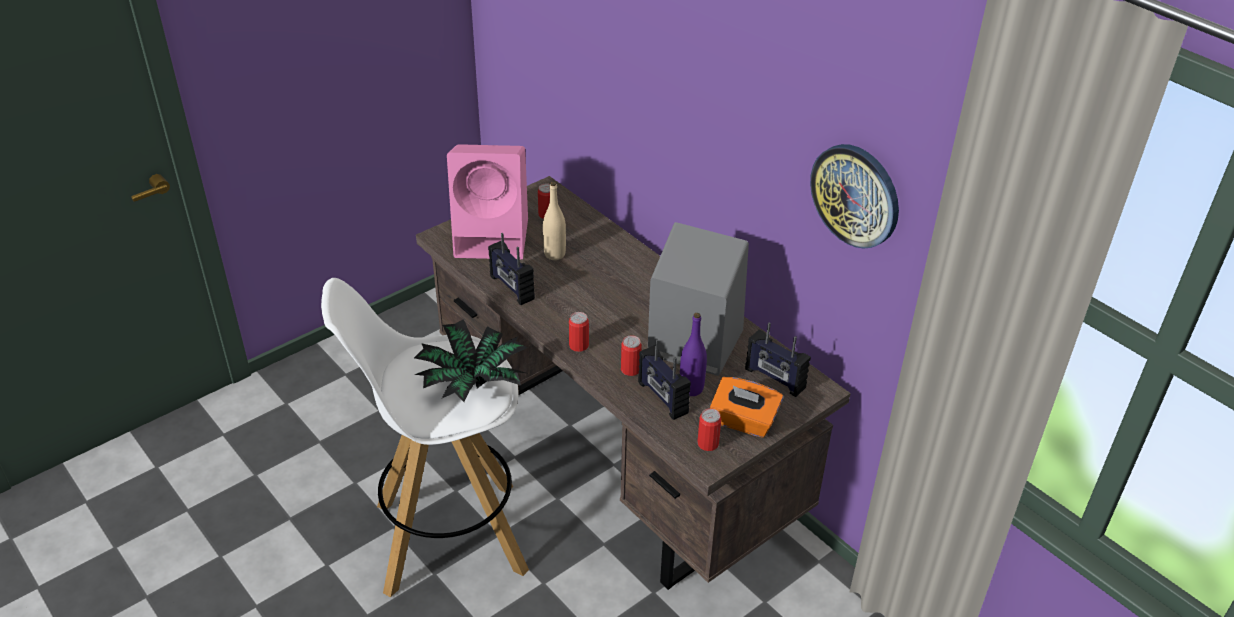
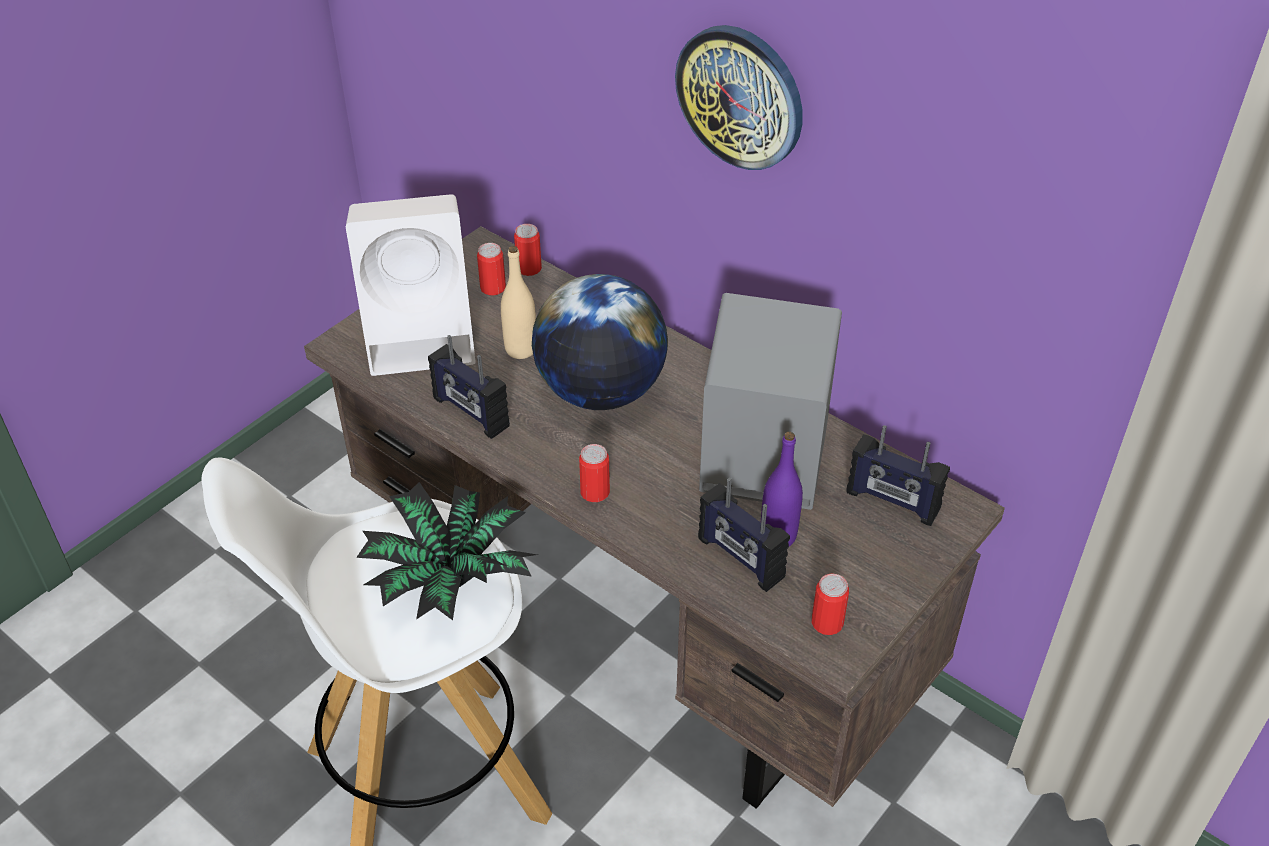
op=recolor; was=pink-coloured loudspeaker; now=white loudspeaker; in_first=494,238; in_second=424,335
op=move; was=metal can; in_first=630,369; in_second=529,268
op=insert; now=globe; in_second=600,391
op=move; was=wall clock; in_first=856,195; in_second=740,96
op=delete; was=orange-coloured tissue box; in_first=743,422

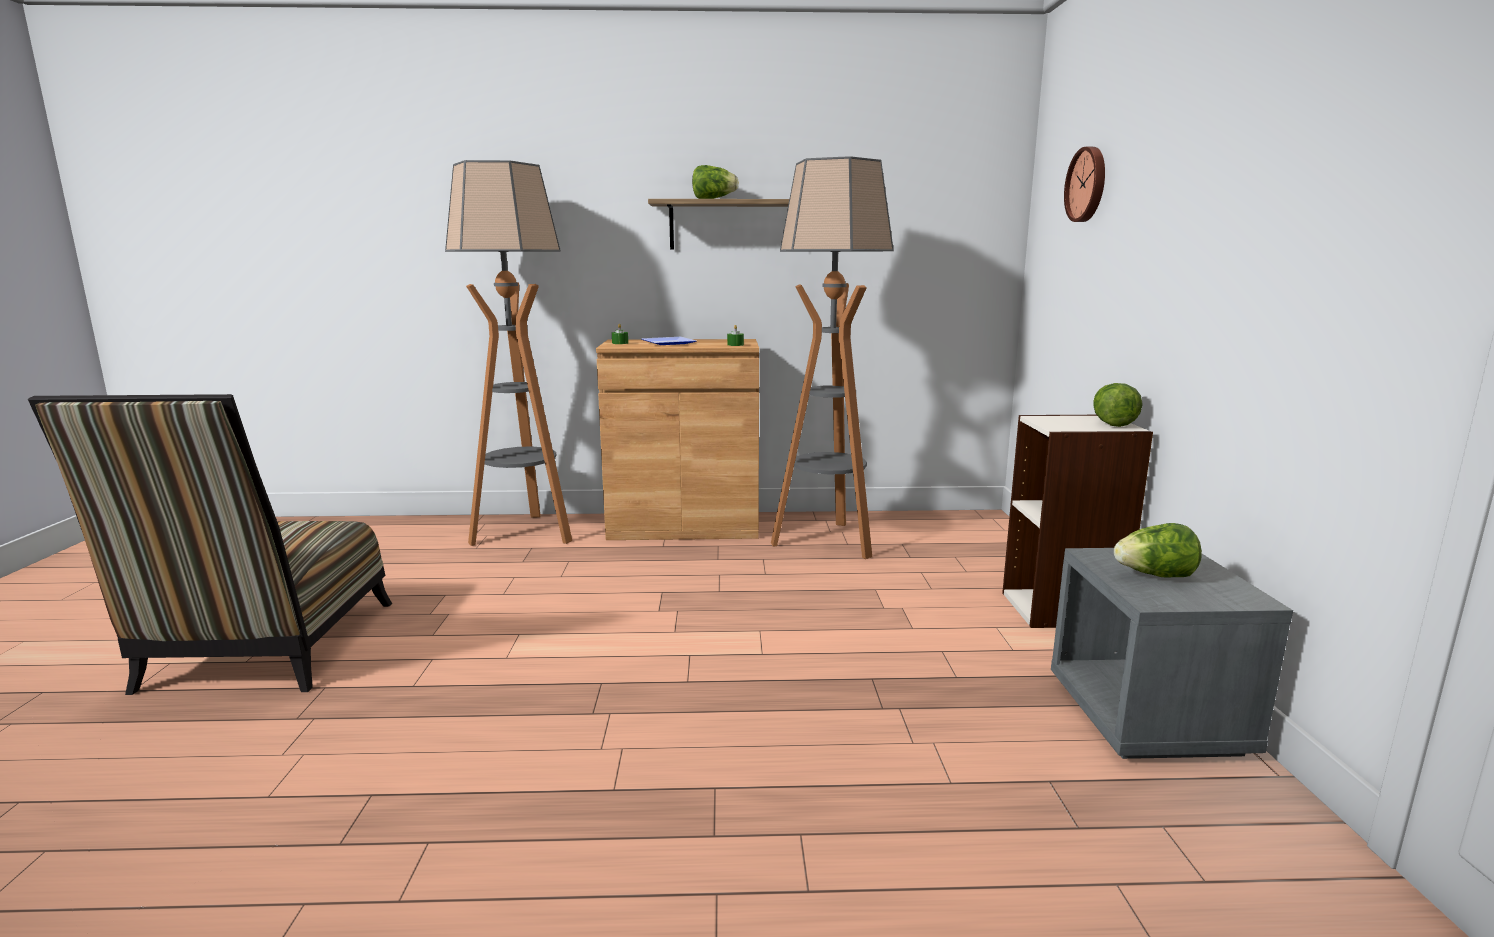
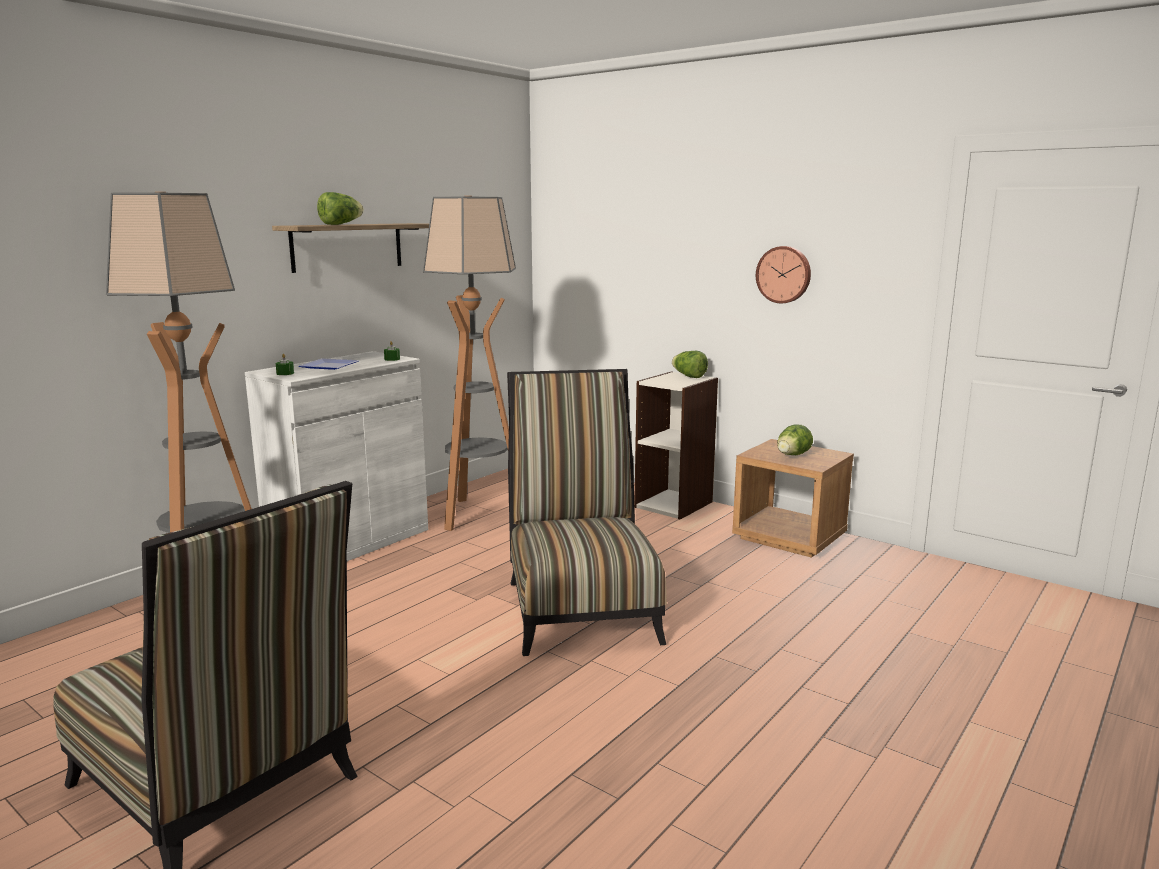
op=recolor; was=brownish cupboard; now=white cupboard; in_first=684,526; in_second=349,542
op=insert; now=plain chair; in_second=580,605
op=recolor; was=gray night table; now=brownish night table; in_first=1148,718; in_second=790,537
op=move; was=wall clock; in_first=1088,184; in_second=784,274

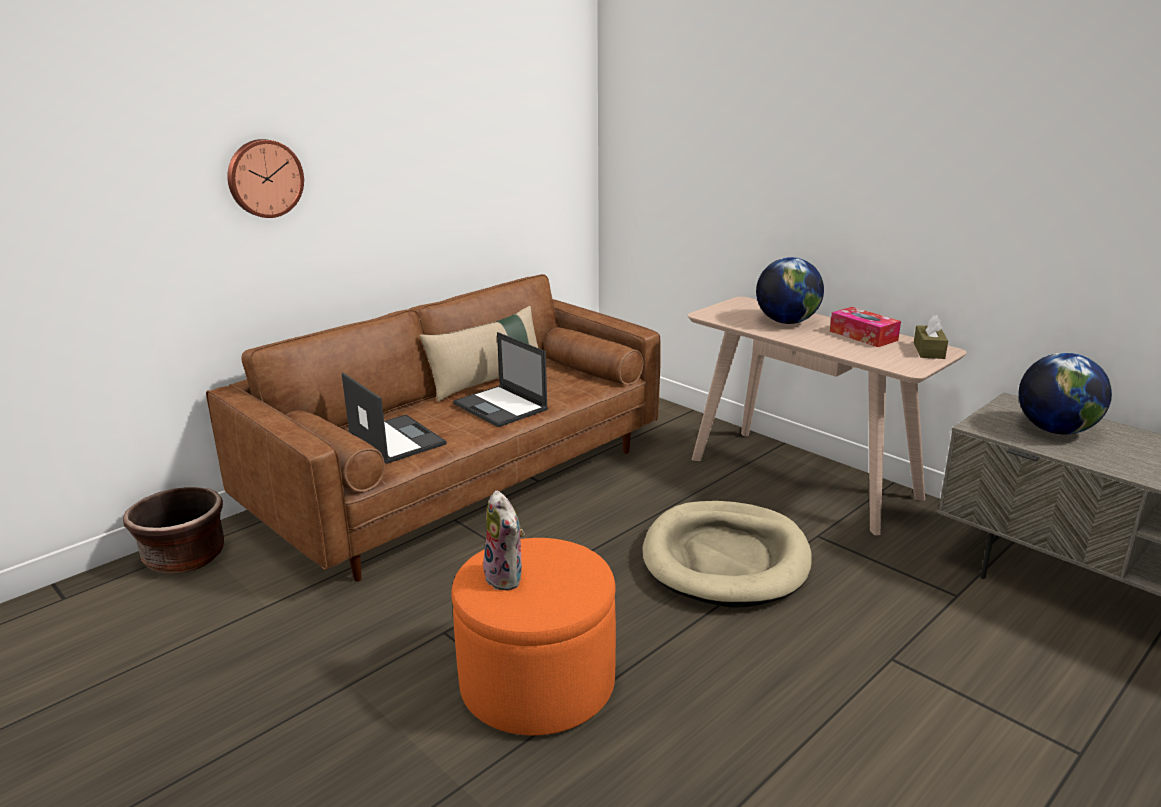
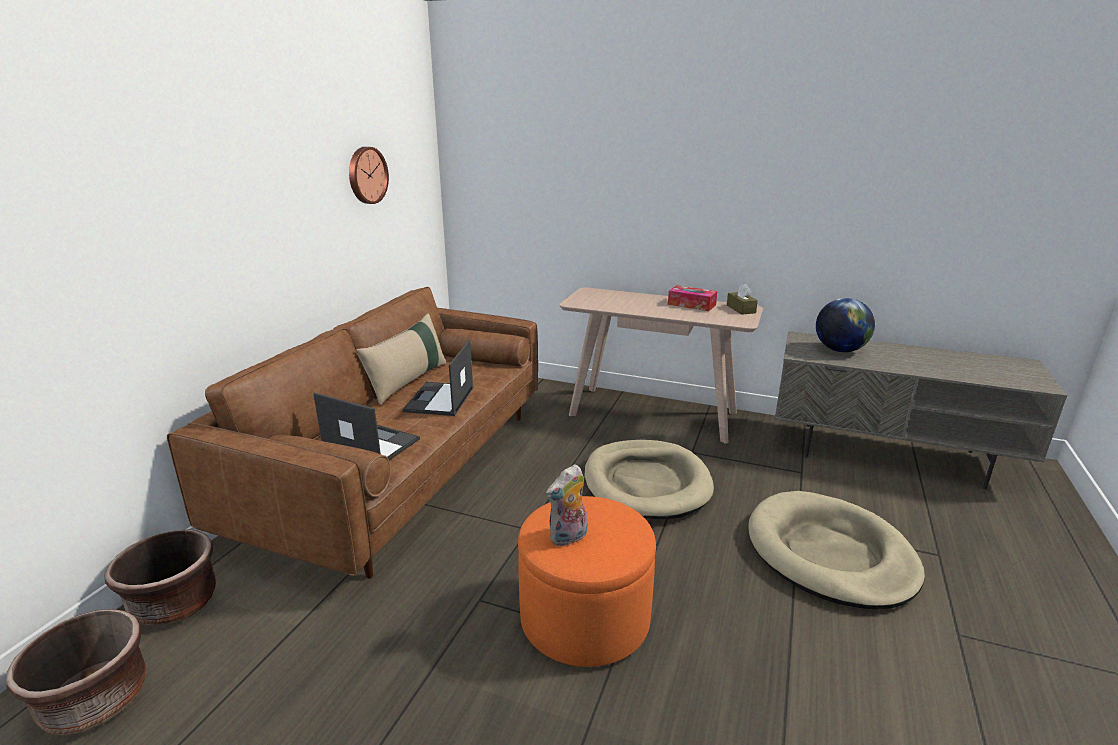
op=insert; now=brownish plant pot; in_second=96,701
op=move; was=wall clock; in_first=264,178; in_second=366,175
op=rotate; was=laptop; in_first=501,407; in_second=439,400; clockwise=75
op=rotate; was=soft toy; in_first=507,578; in_second=568,538; clockwise=105
op=insert; now=beige-coloured dog bed; in_second=829,554
op=delete; was=globe; in_first=787,322

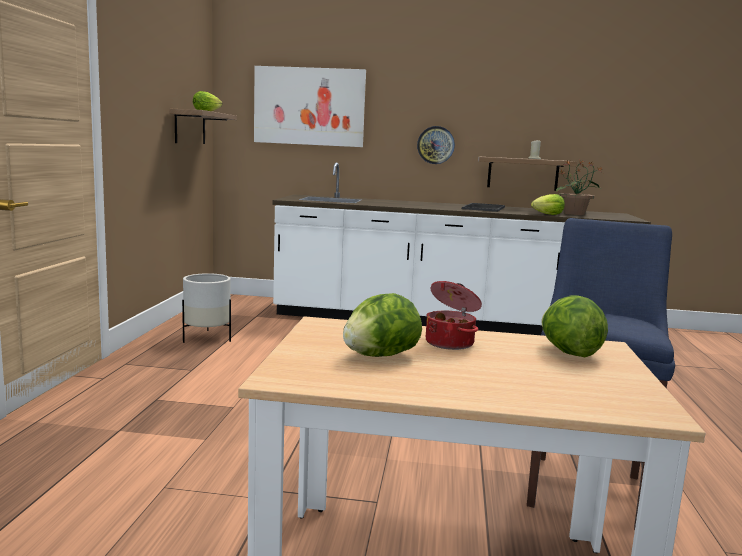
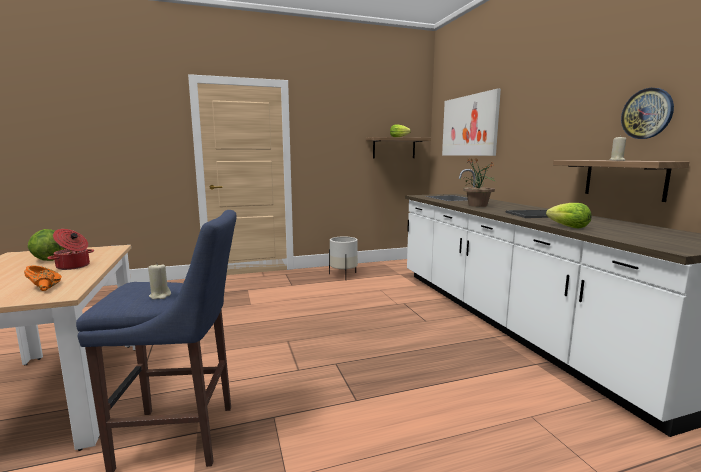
op=replace; was=head of lettuce; now=orange-coloured deep dish; in_first=569,352; in_second=46,287
op=insert; now=beige-coloured candle; in_second=160,296
op=move; was=potted plant; in_first=574,214; in_second=477,205
op=move; was=wall clock; in_first=435,145; in_second=647,113

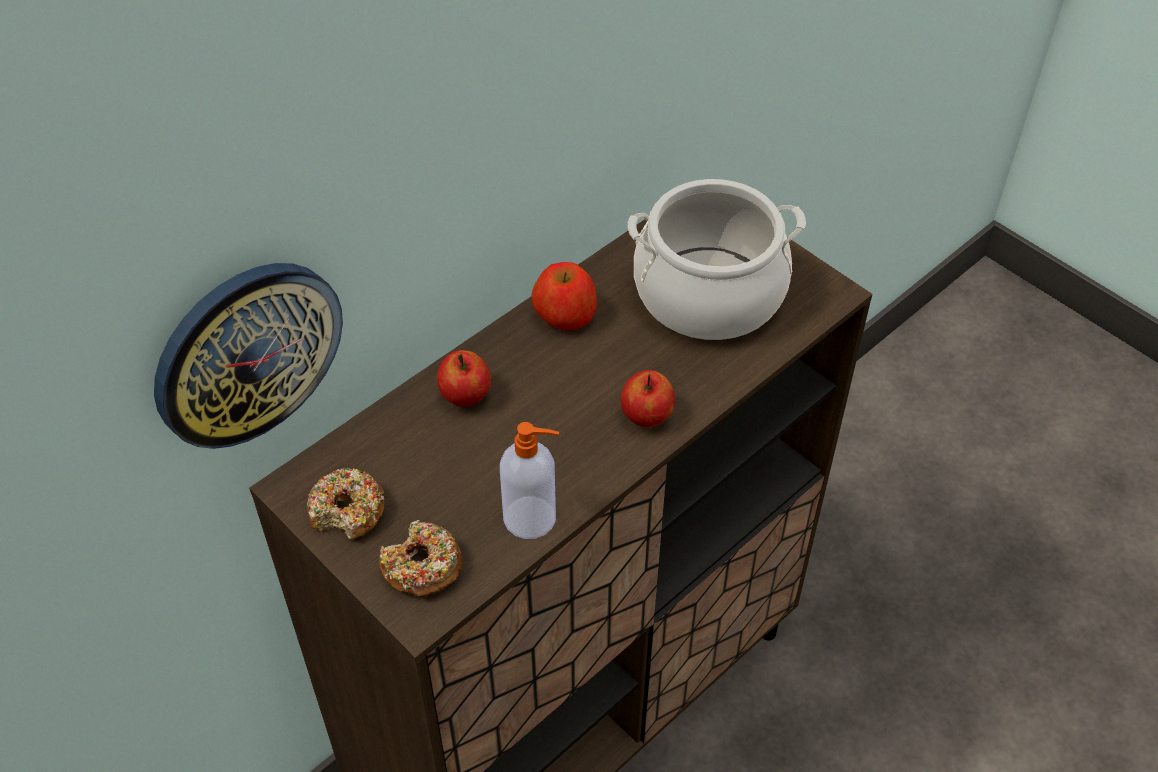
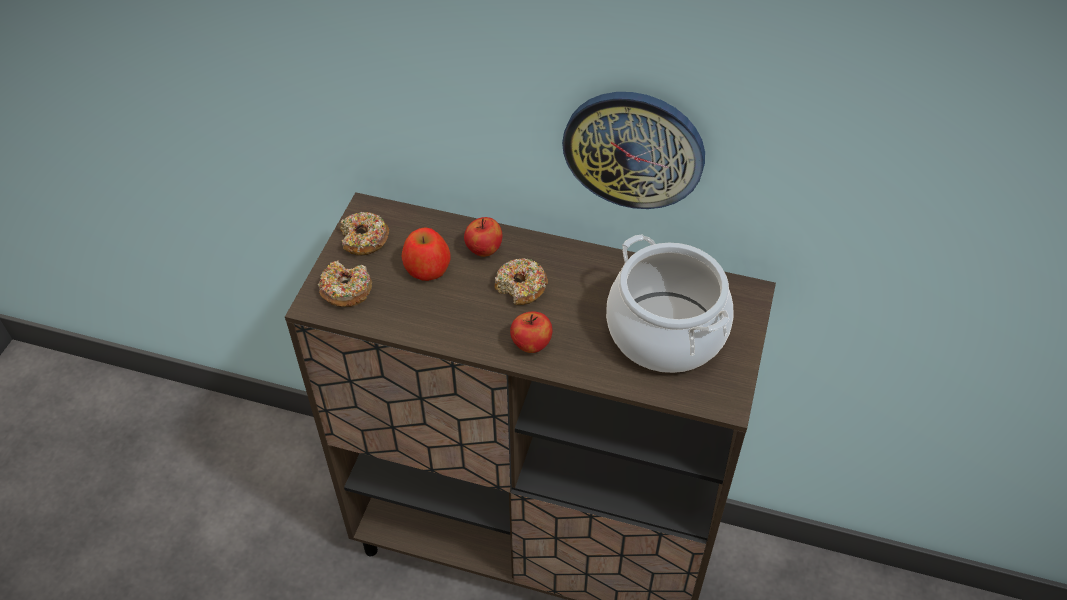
op=move; was=whole apple; in_first=565,315; in_second=427,267
op=insert; now=donut; in_second=521,287
op=move; was=wall clock; in_first=247,353; in_second=634,149
op=delete; was=soap bottle; in_first=532,518

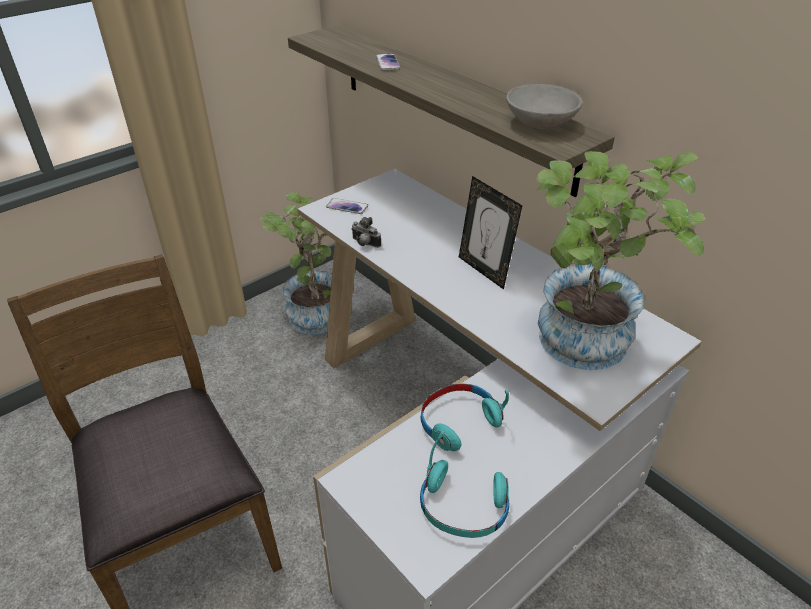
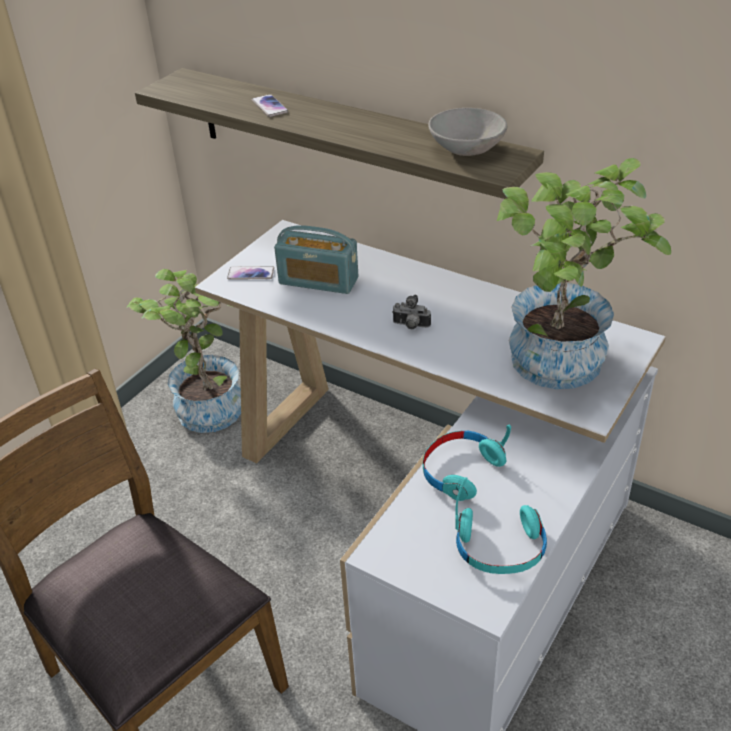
op=insert; now=radio receiver; in_second=318,281
op=move; was=still camera; in_first=364,244; in_second=410,326
op=delete; was=standing frame; in_first=484,270

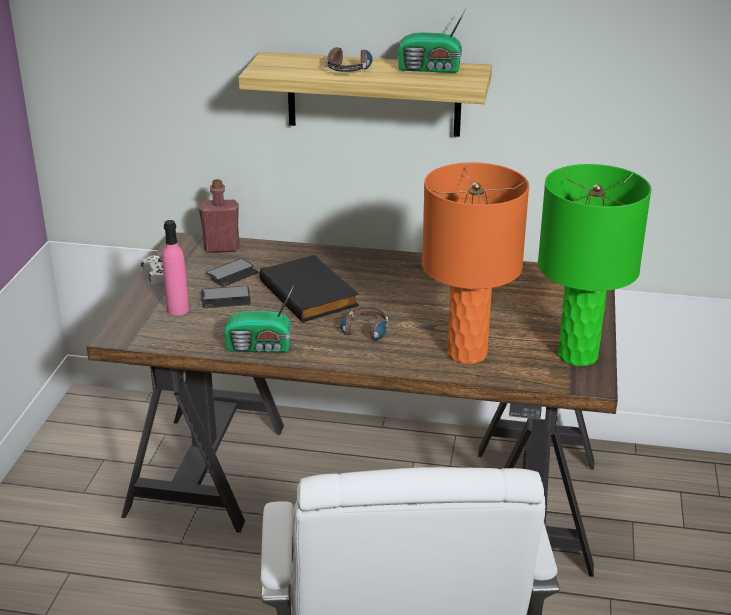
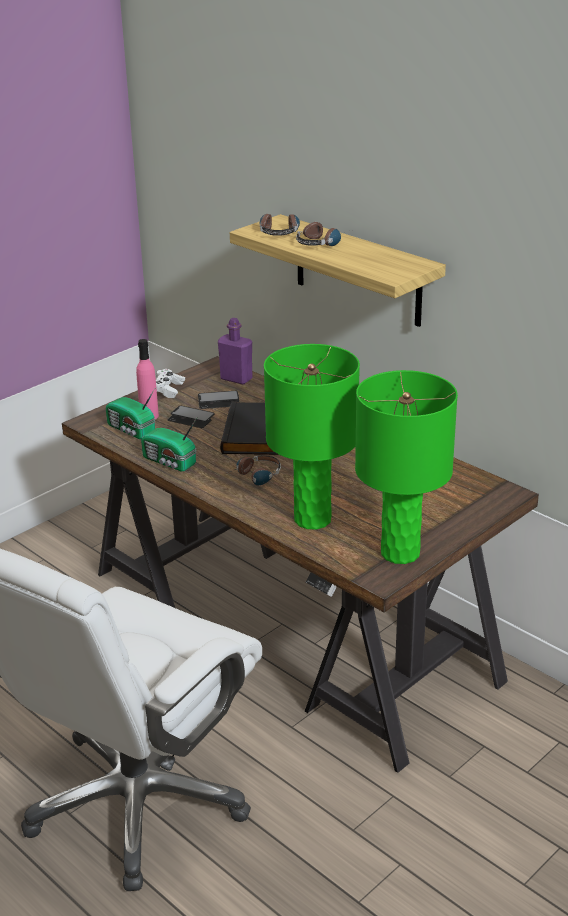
op=move; was=radio receiver; in_first=431,69; in_second=131,430
op=recolor; was=red-coloured beverage bottle; now=purple-coloured beverage bottle; in_first=222,248; in_second=236,379
op=insert; now=pair of headphones; in_second=279,231
op=recolor; was=orange-coloured lamp for a table; now=green-coloured lamp for a table; in_first=468,353; in_second=313,519

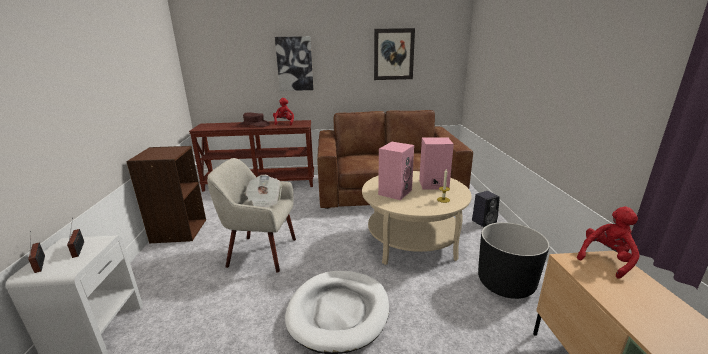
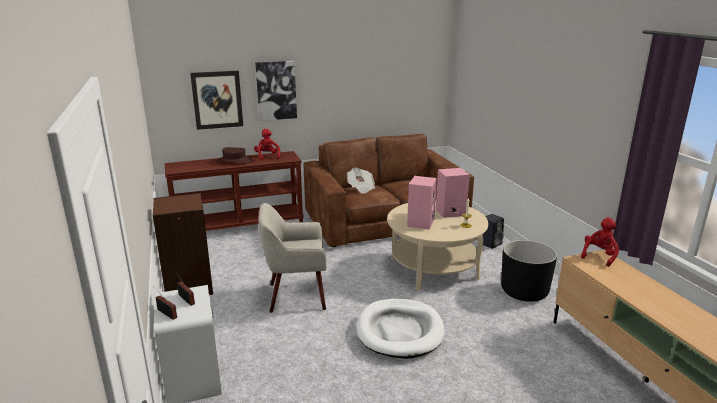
op=move; was=wall picture; in_first=393,54; in_second=217,100
op=move; was=printed paper; in_first=264,201; in_second=361,188

